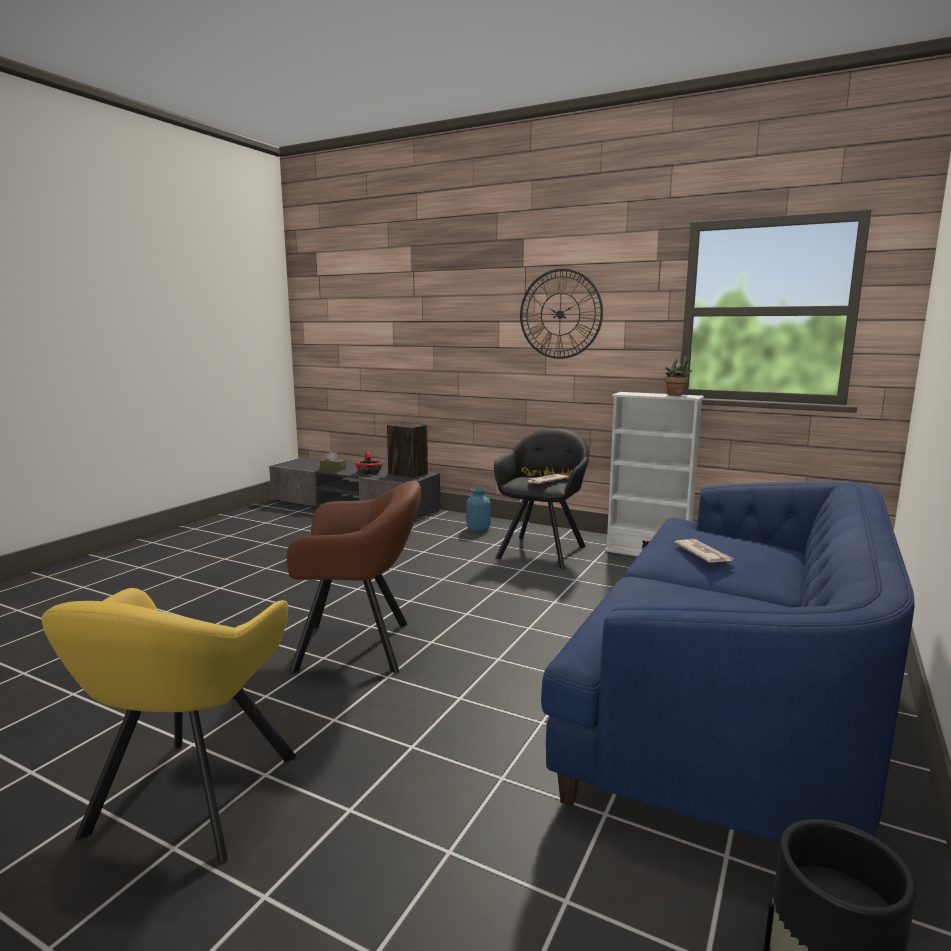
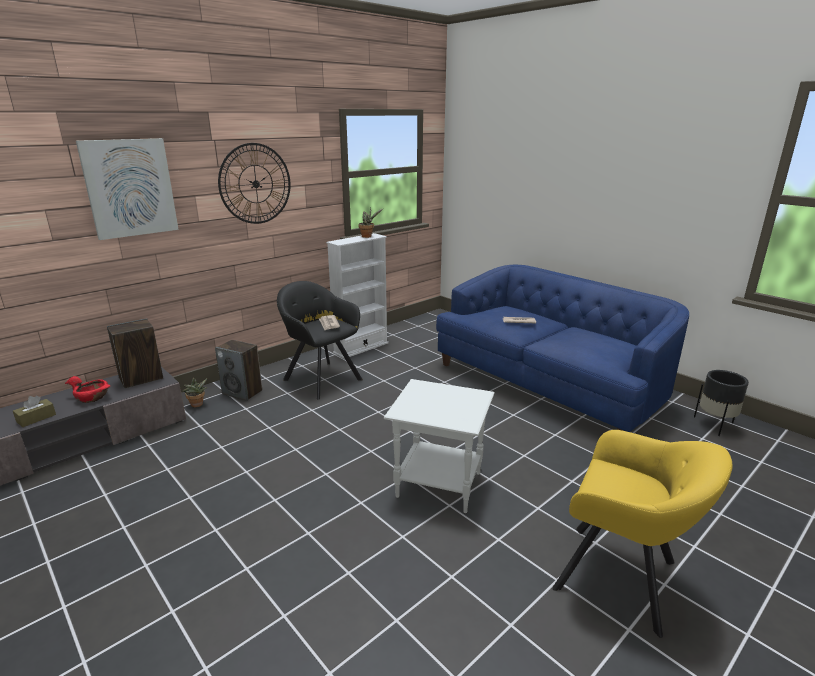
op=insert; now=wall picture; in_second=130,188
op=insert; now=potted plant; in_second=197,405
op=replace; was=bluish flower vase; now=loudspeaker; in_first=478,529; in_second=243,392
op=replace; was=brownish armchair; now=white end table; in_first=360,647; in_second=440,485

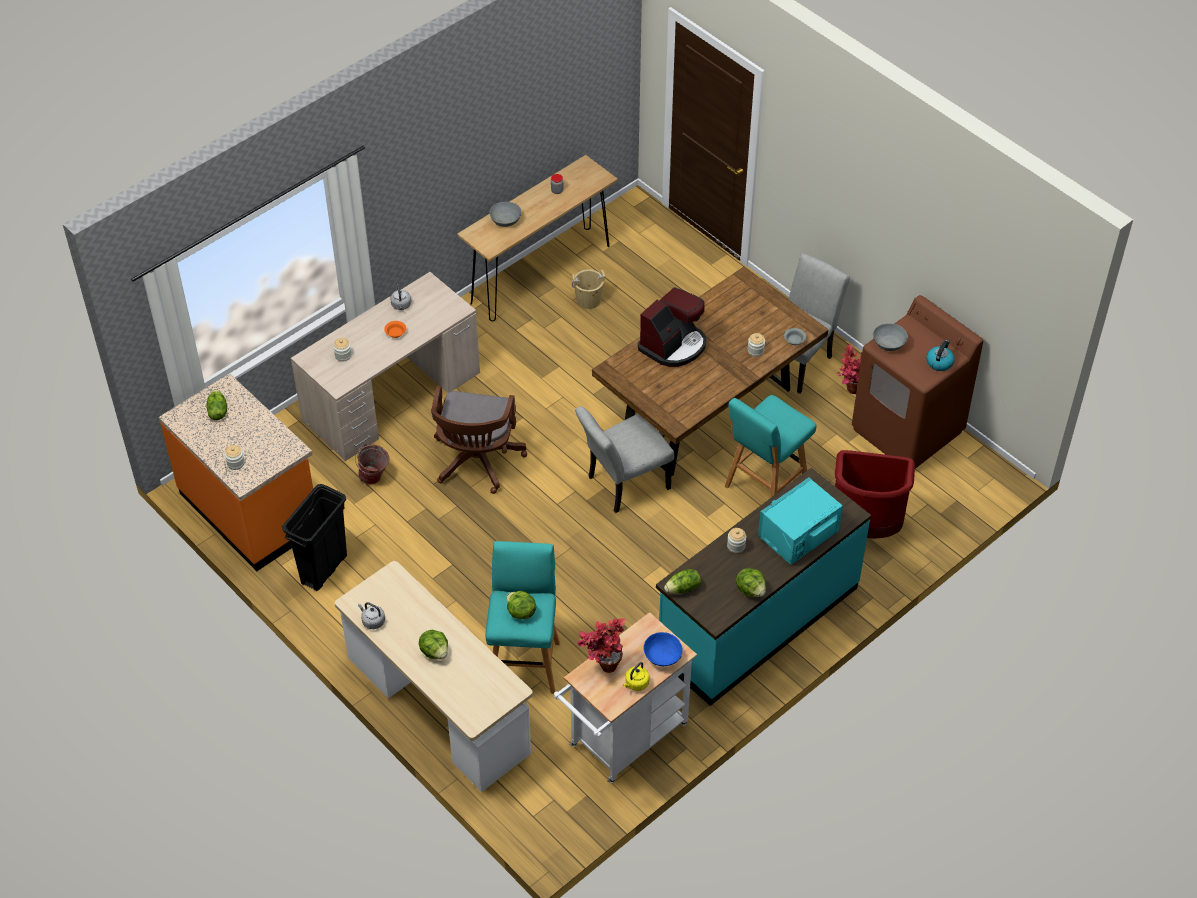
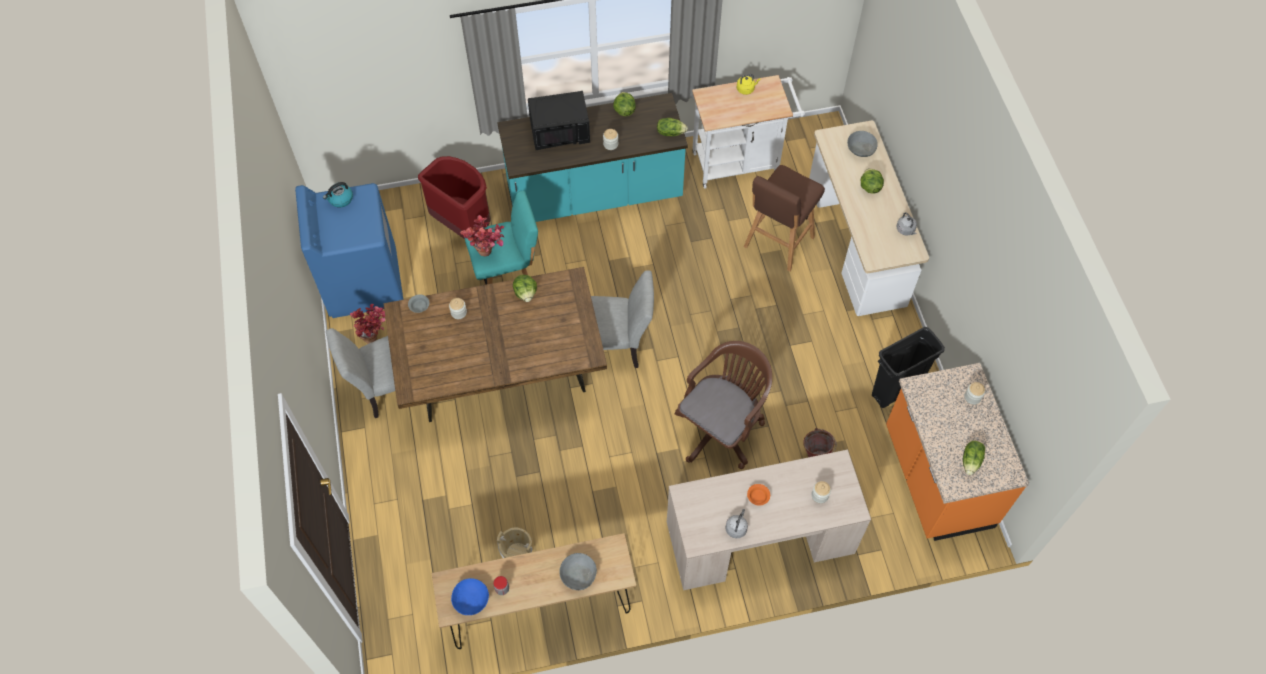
op=recolor; was=brownish washing machine; now=bluish washing machine; in_first=907,430; in_second=363,282
op=move; was=bluish deep dish; in_first=662,656; in_second=471,601
op=move; was=potted plant; in_first=602,665; in_second=488,254
op=move; was=head of lettuce; in_first=520,612; in_second=526,293
op=recolor; was=turquoise-coloured microwave oven; now=black microwave oven; in_first=799,535; in_second=560,131
op=recolor; was=turquoise-coloured stool seat; now=brownish stool seat; in_first=524,663; in_second=777,243
op=move; was=gray deep dish; in_first=889,344; in_second=860,149
op=delete; was=coffee brewer; in_first=673,345

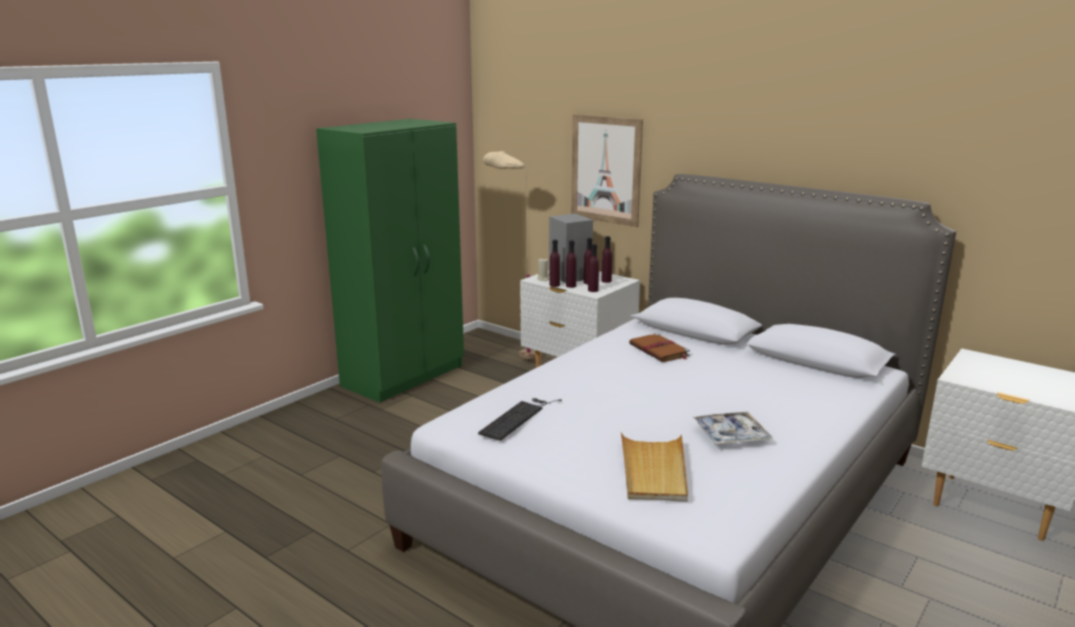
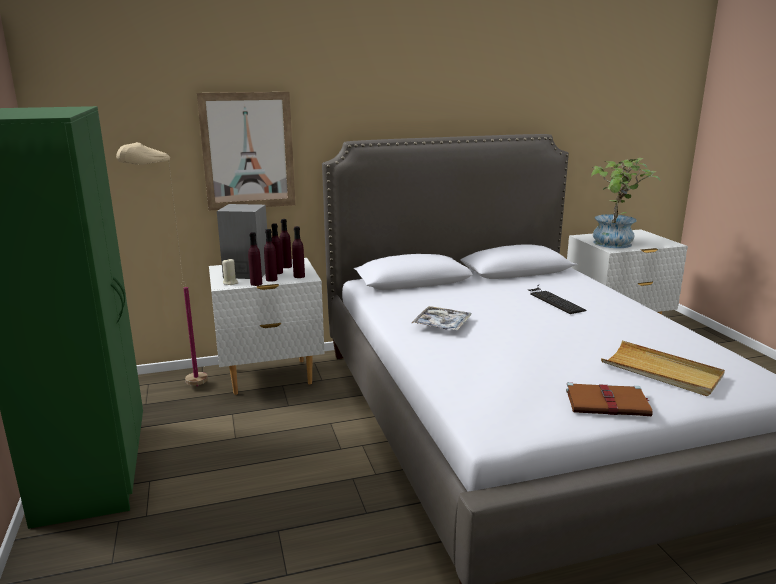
op=move; was=tray; in_first=731,435; in_second=442,324
op=move; was=computer keyboard; in_first=518,417; in_second=553,300
op=move; was=brownish book; in_first=660,350; in_second=608,403
op=insert; now=potted plant; in_second=614,245

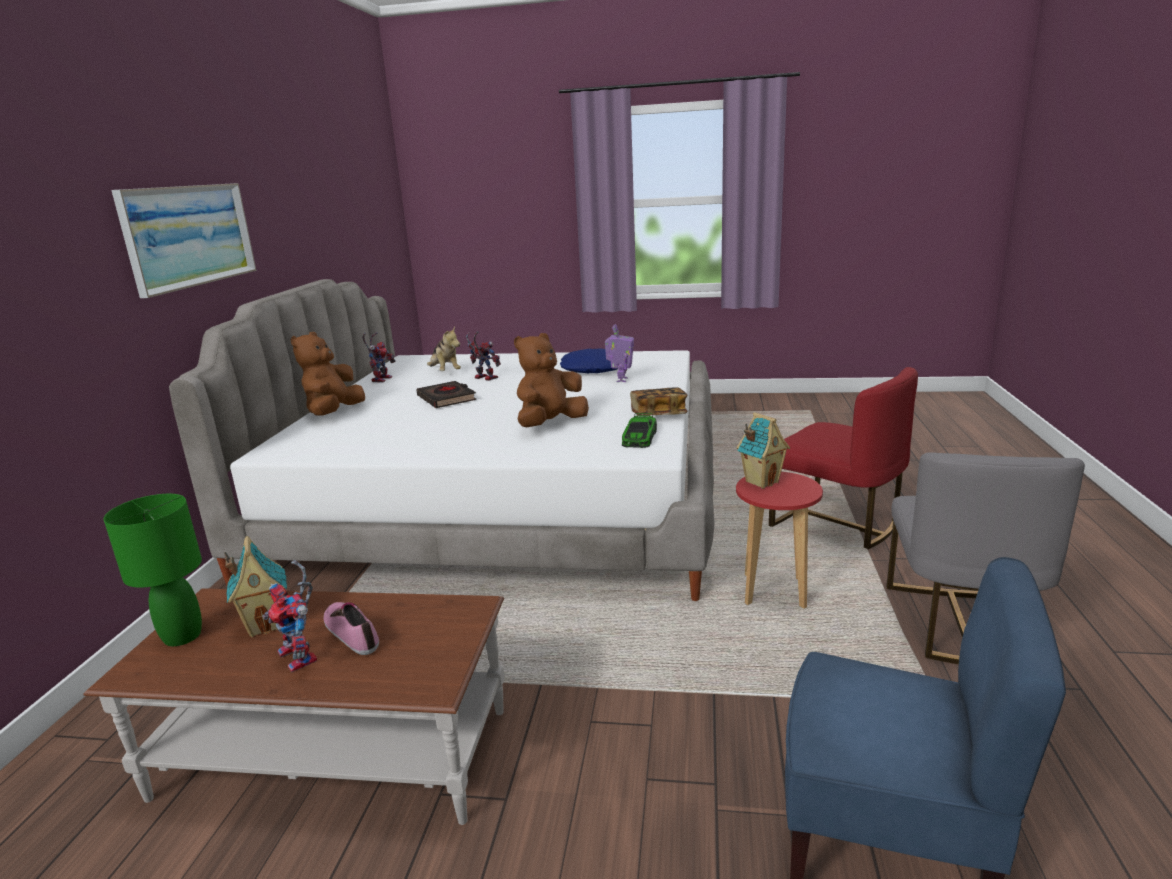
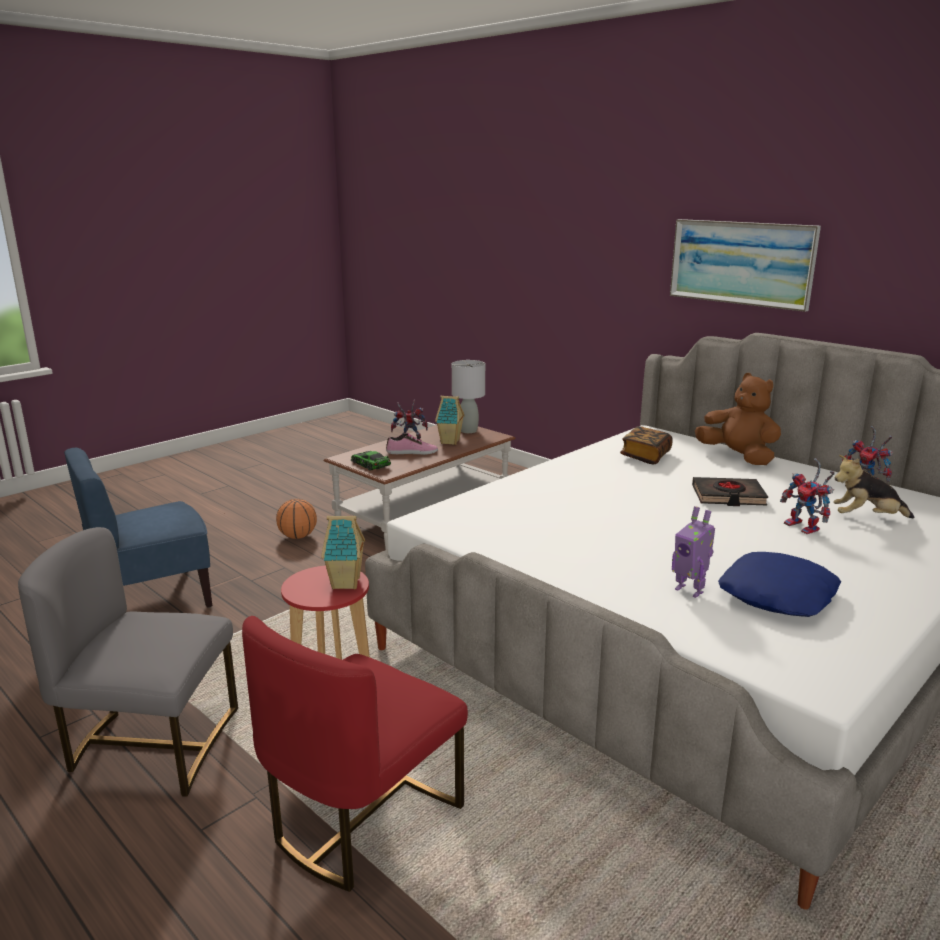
op=rotate; was=gray plain chair; in_first=959,625; in_second=152,745; clockwise=-45
op=rotate; was=red-coloured plain chair; in_first=836,523; in_second=361,819; clockwise=-45
op=insert; now=ball for basketball; in_second=298,537
op=move; was=toy car; in_first=639,437; in_second=370,464
op=recolor; was=green-coloured lamp for a table; now=gray lamp for a table; in_first=183,636; in_second=468,431
op=move; was=book; in_first=658,415; in_second=645,456
op=rotate; was=model robot; in_first=483,378; in_second=805,528; clockwise=75
op=delete; was=brownish soft toy; in_first=550,424

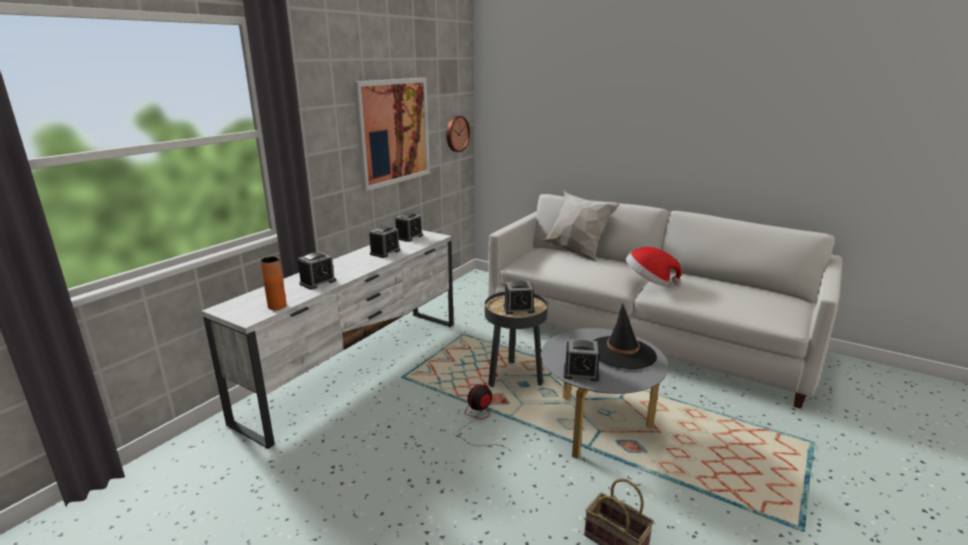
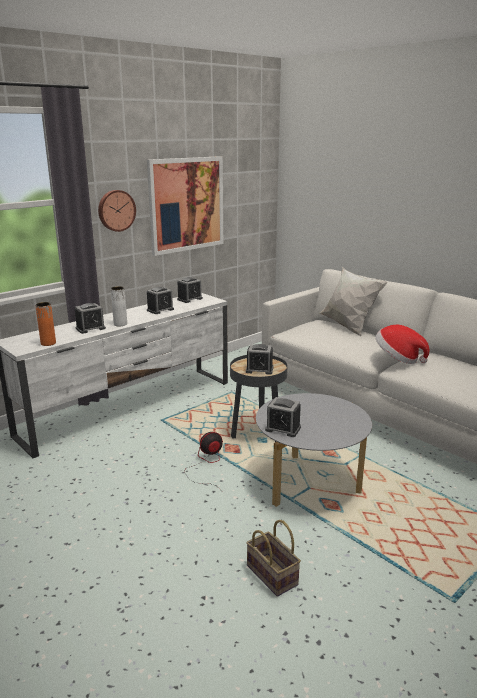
op=move; was=wall clock; in_first=456,133; in_second=116,210
op=insert; now=white flower vase; in_second=120,324
op=delete; was=black clothing hat; in_first=622,353

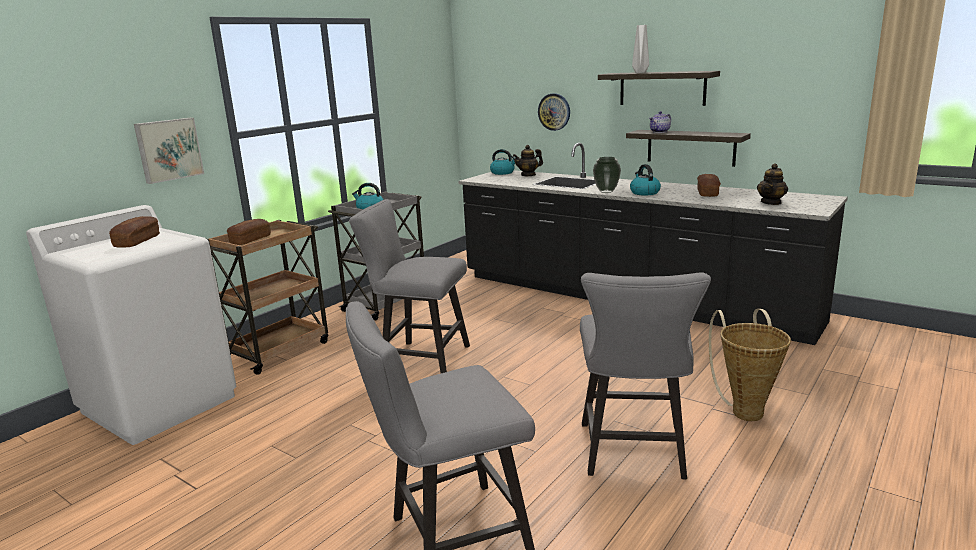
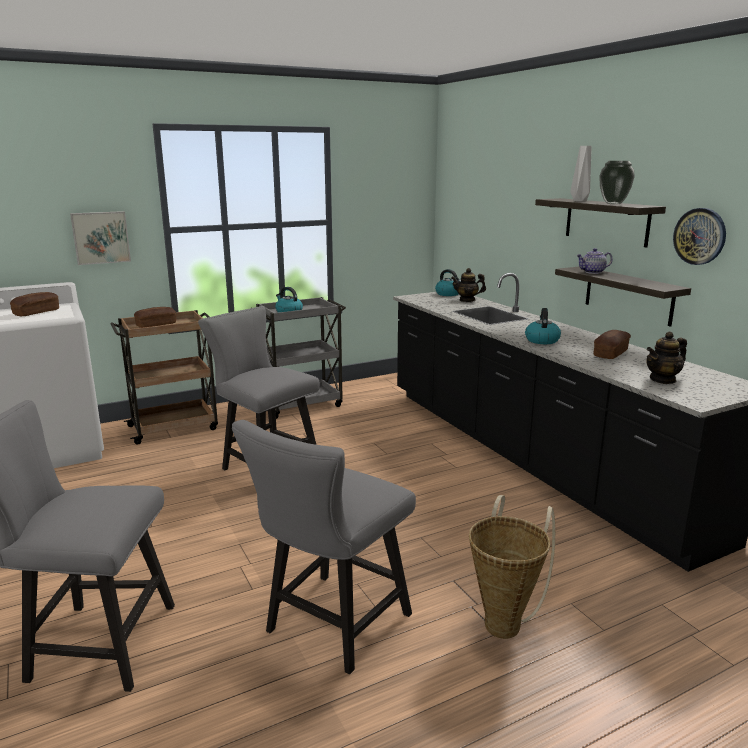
op=move; was=flower vase; in_first=606,192; in_second=613,203
op=move; was=wall clock; in_first=554,112; in_second=700,236

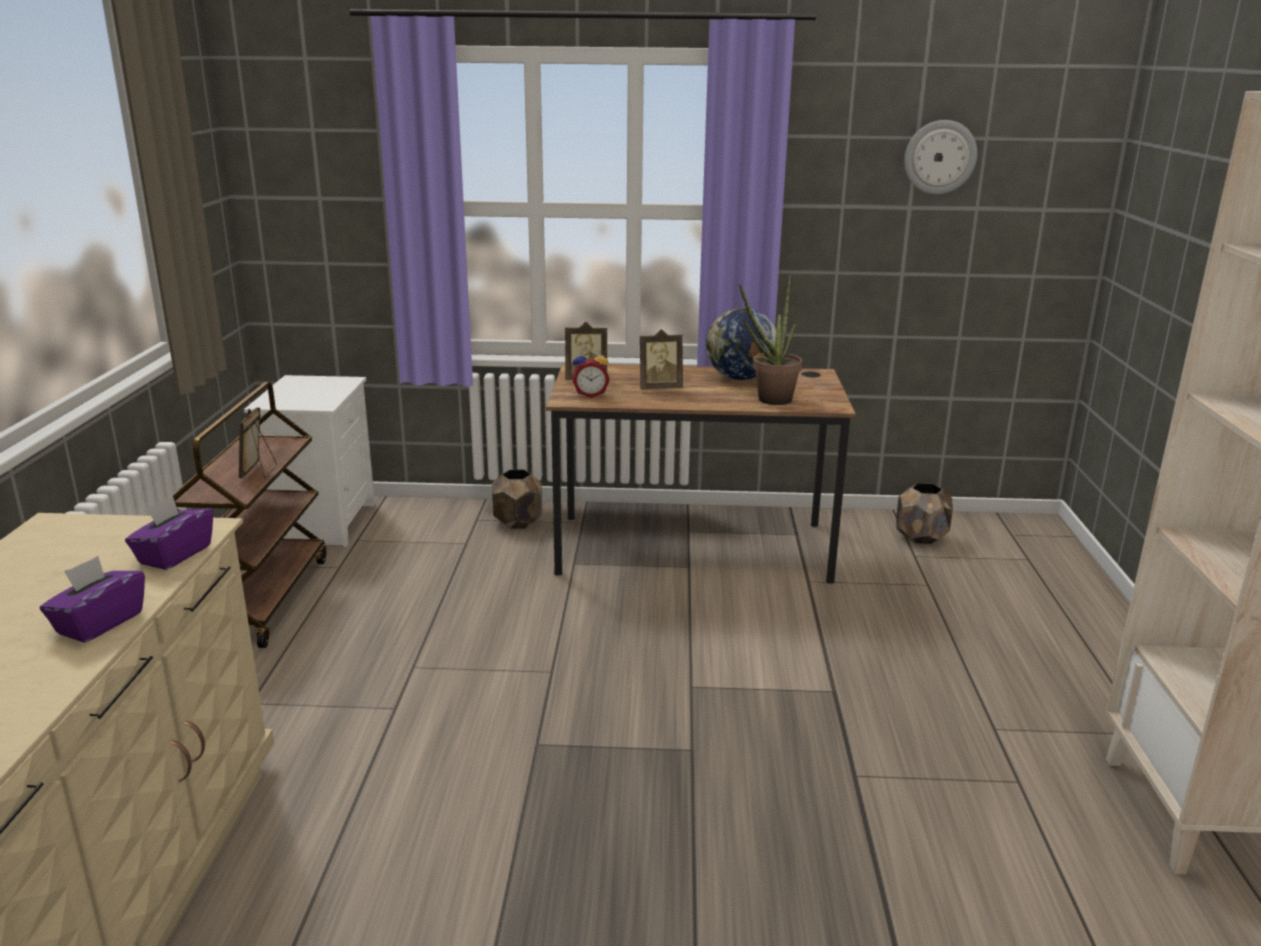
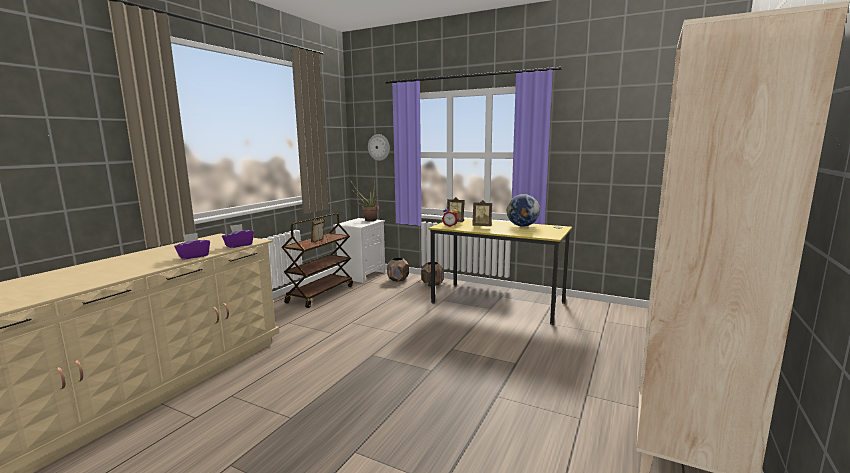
op=move; was=potted plant; in_first=769,401; in_second=368,220
op=move; was=wall clock; in_first=940,157; in_second=379,147
op=move; was=brownish plant pot; in_first=921,537; in_second=398,279
op=recolor; was=brownish desk table; now=yellowish desk table; in_first=693,548; in_second=498,302

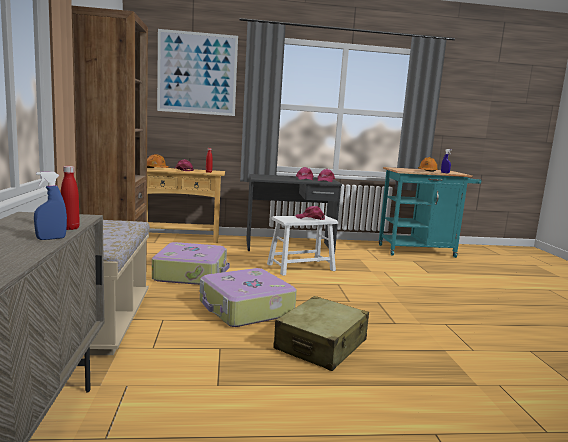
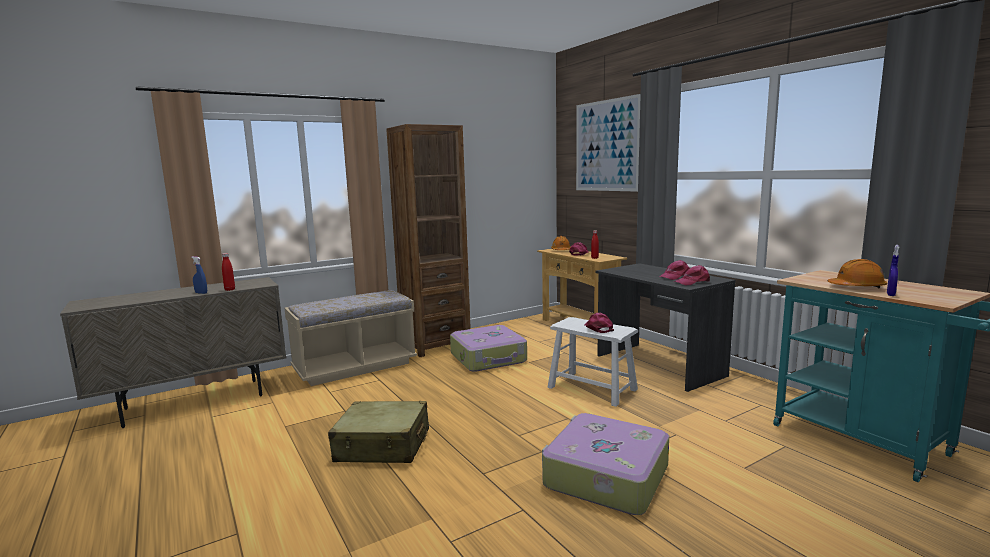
op=move; was=suitcase; in_first=245,309; in_second=604,476

